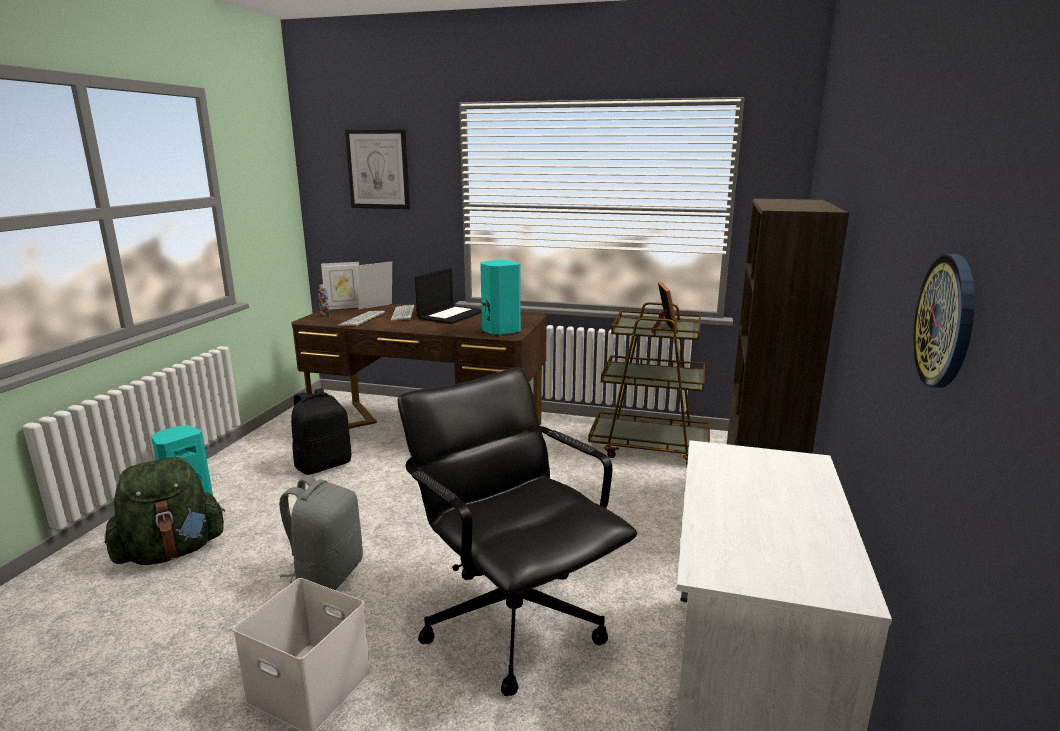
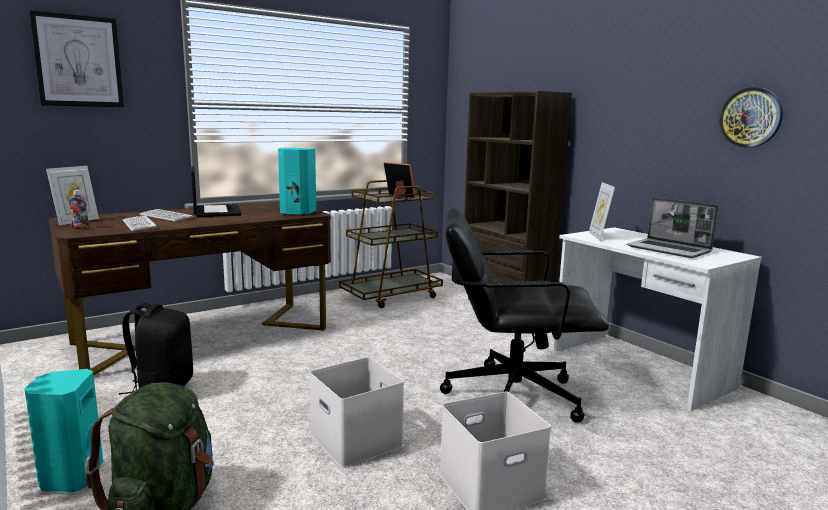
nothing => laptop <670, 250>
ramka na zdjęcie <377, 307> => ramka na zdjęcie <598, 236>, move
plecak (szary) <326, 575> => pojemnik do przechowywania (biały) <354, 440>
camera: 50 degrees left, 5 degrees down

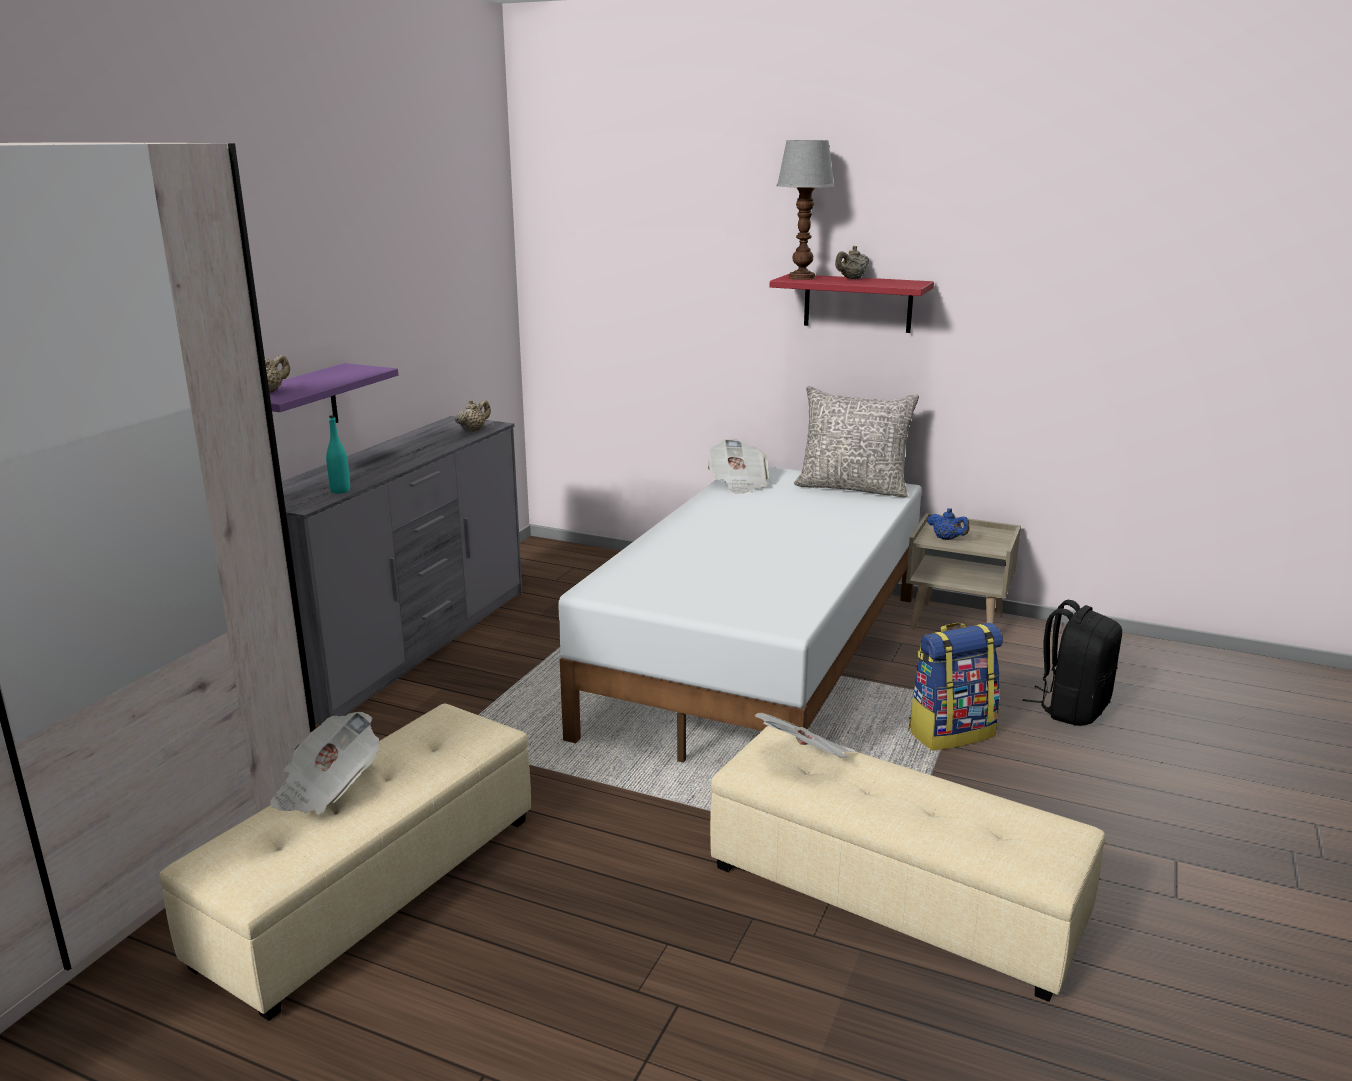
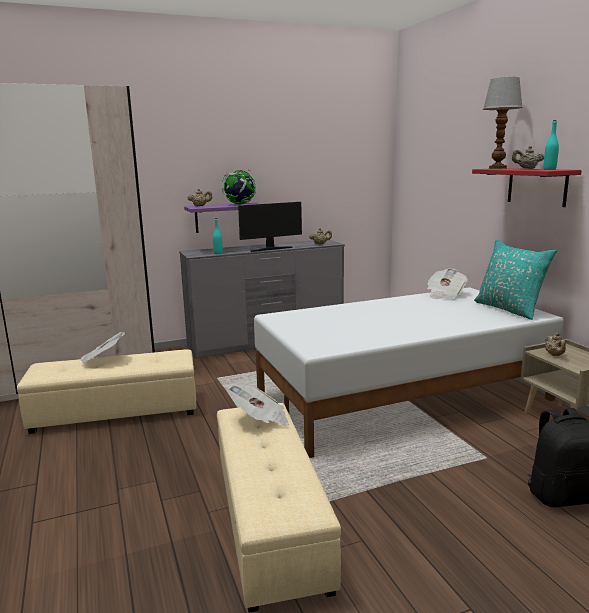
plecak <950, 732> => nothing
nothing => globus <240, 204>
nothing => monitor <271, 249>
nothing => butelka (turkusowy) <549, 169>
poduszka (szary) <852, 488> => poduszka (turkusowy) <509, 309>
imbryk (niebieski) <947, 539> => imbryk (beżowy) <554, 355>
camera: 45 degrees right, 5 degrees down

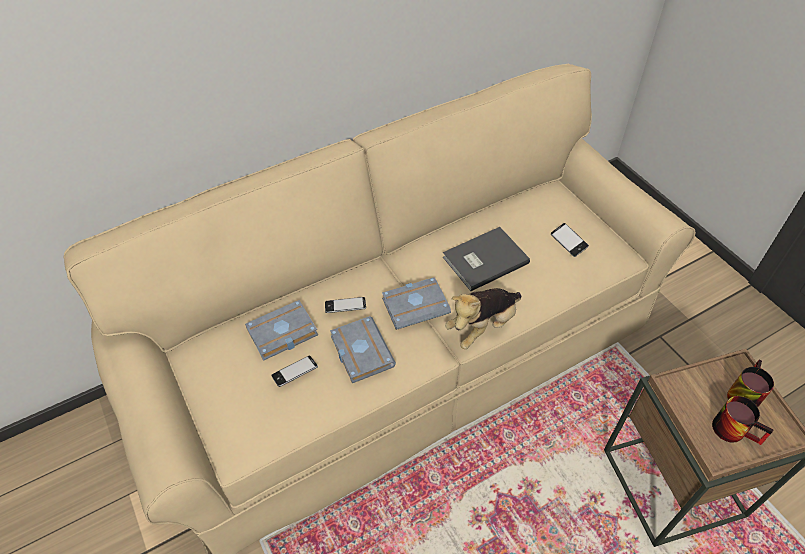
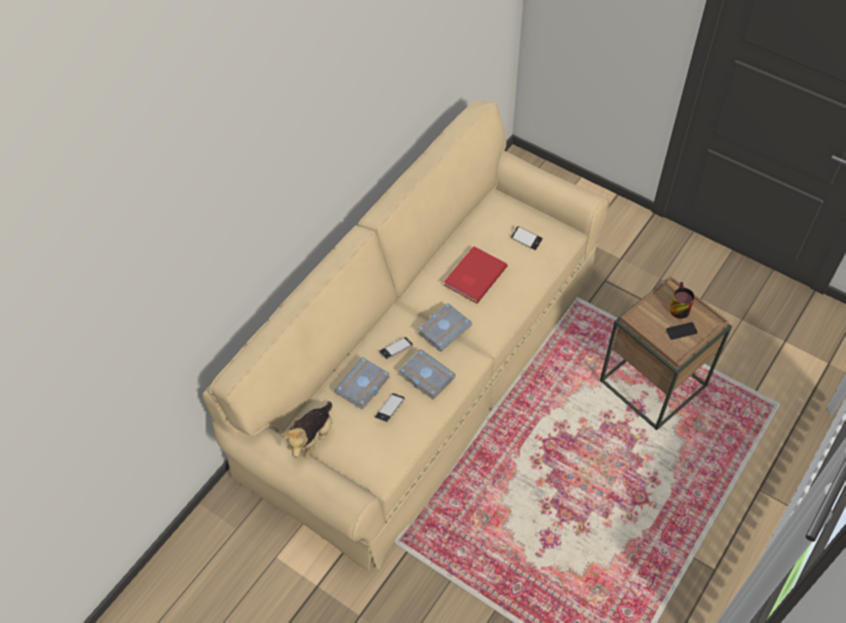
pluszak <483, 326> => pluszak <311, 440>, move
kubek <735, 429> => telefon <681, 331>
książka (szary) <483, 259> => książka (czerwony) <473, 276>
camera: 25 degrees left, 5 degrees up

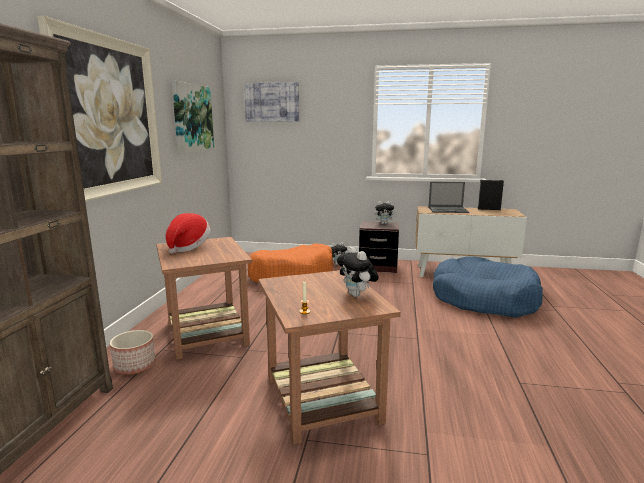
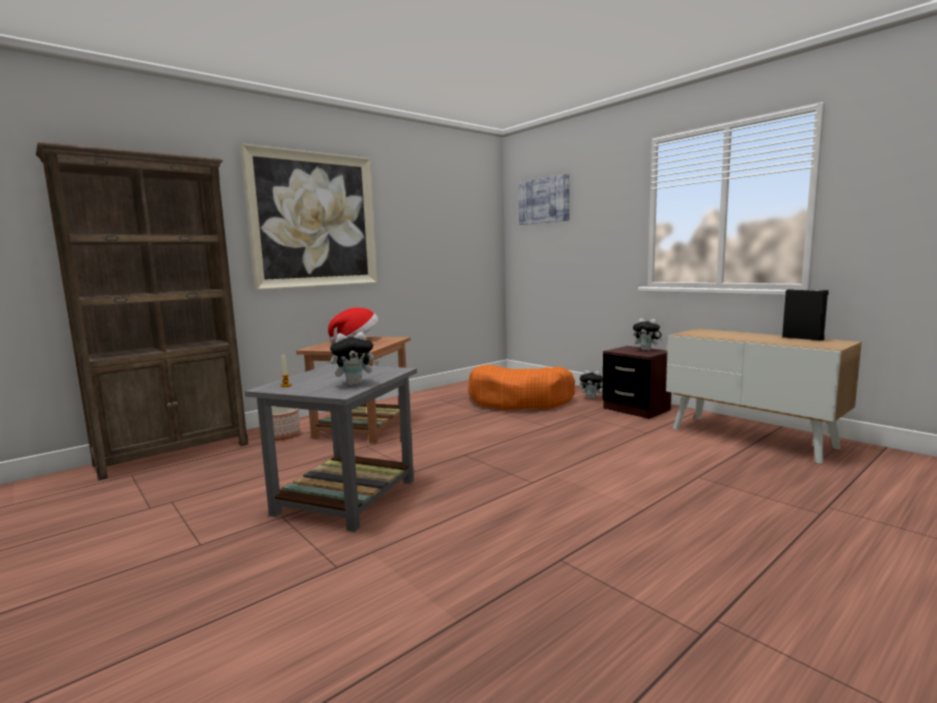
obraz <192, 118> => nothing
laptop <448, 210> => nothing
legowisko (niebieski) <483, 299> => nothing
stolik (brązowy) <323, 400> => stolik (szary) <345, 497>
pluszak <357, 295> => pluszak <355, 384>, 120 degrees counterclockwise
camera: 40 degrees right, 5 degrees down

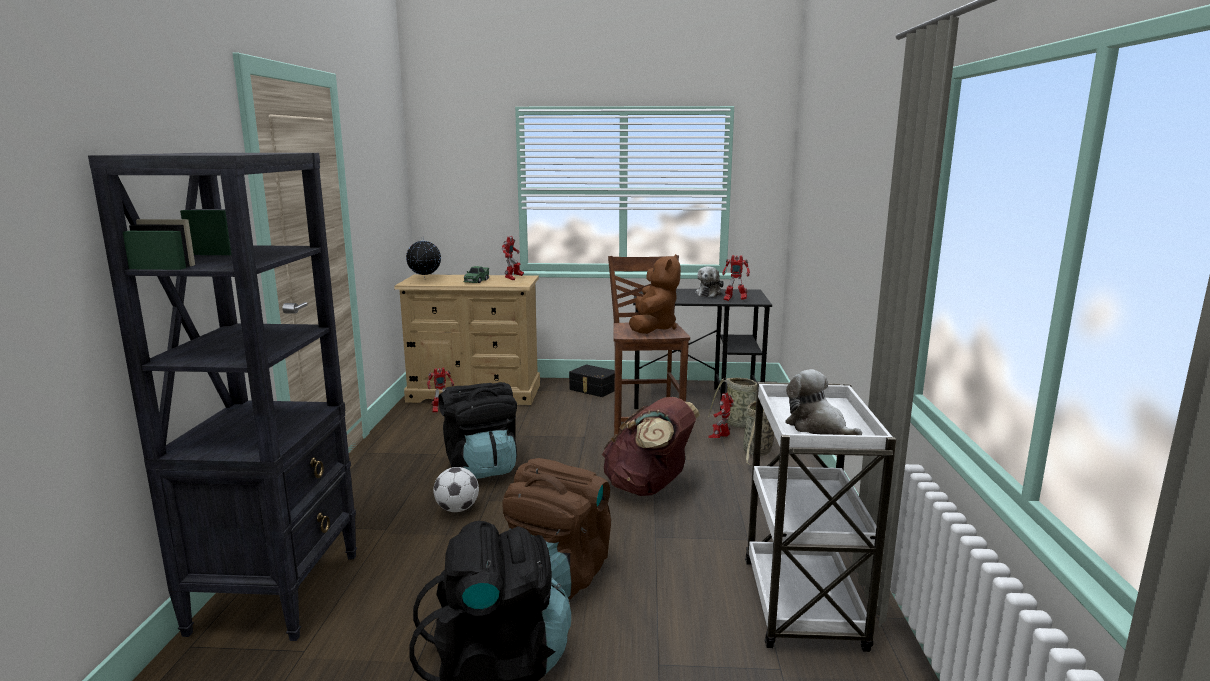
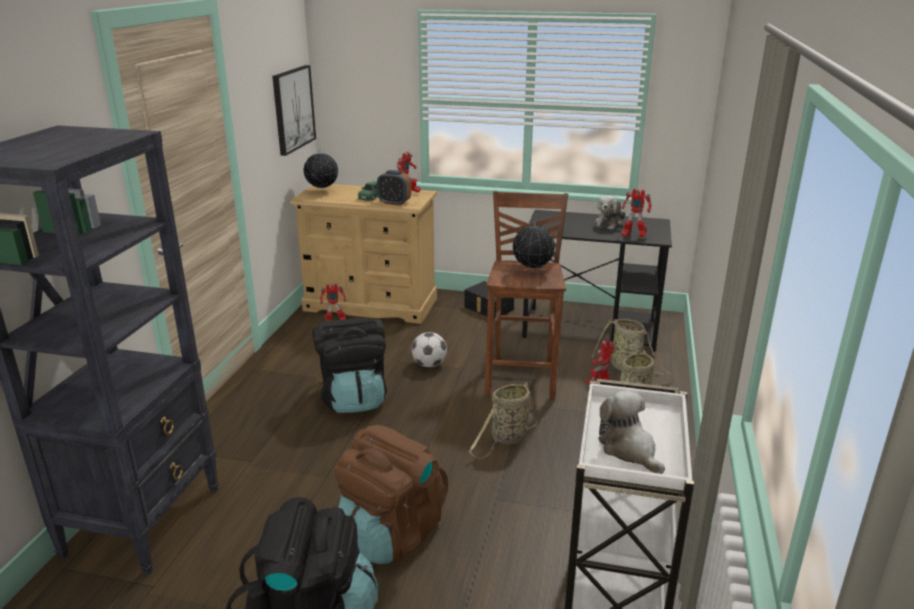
nothing => obraz <293, 109>
nothing => budzik <394, 203>
piłka futbolowa <457, 509> => piłka futbolowa <429, 365>, move
plecak (brązowy) <649, 488> => koszyk <507, 439>
pluszak (brązowy) <653, 328> => globus <532, 272>
camera: 10 degrees right, 10 degrees up

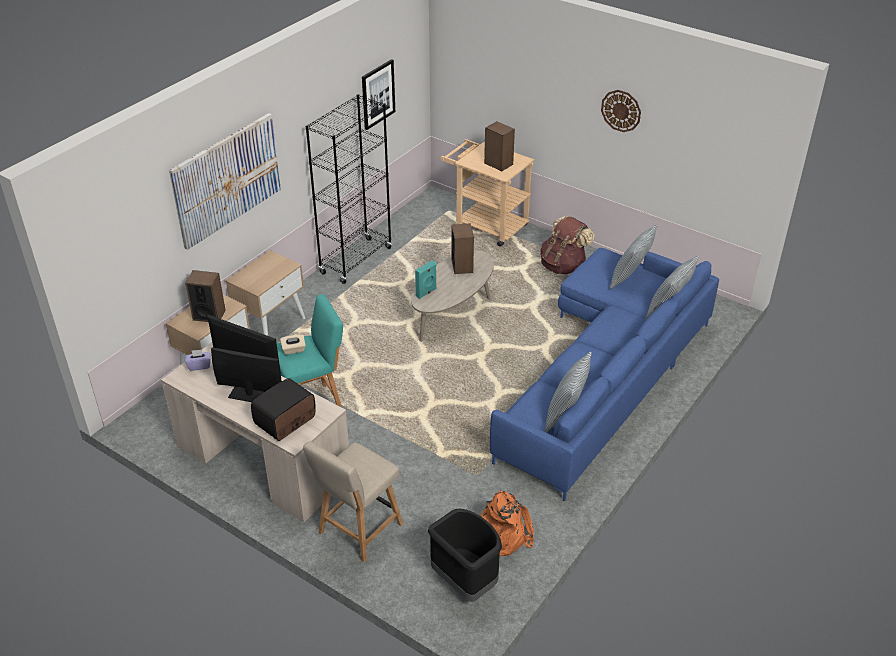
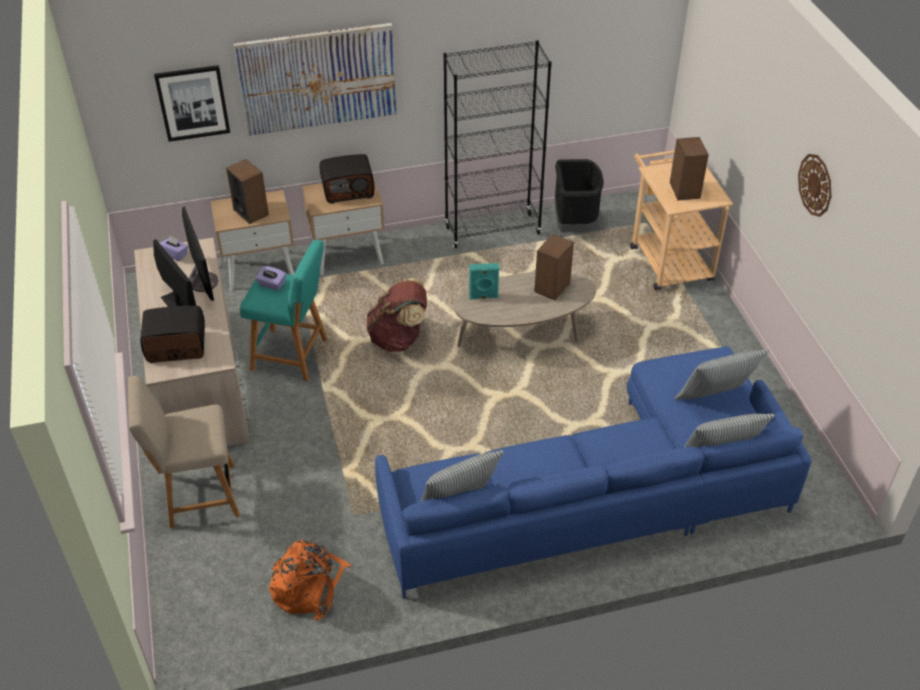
nothing => radio <348, 190>
obraz <377, 94> => obraz <193, 103>, move
kosz na śmieci (czarny) <465, 581> => kosz na śmieci (czarny) <574, 226>, move
plecak (brązowy) <563, 266> => plecak (brązowy) <399, 338>, move
pudełko chusteczek (beżowy) <293, 350> => pudełko chusteczek (fioletowy) <271, 284>
camera: 40 degrees right, 5 degrees up

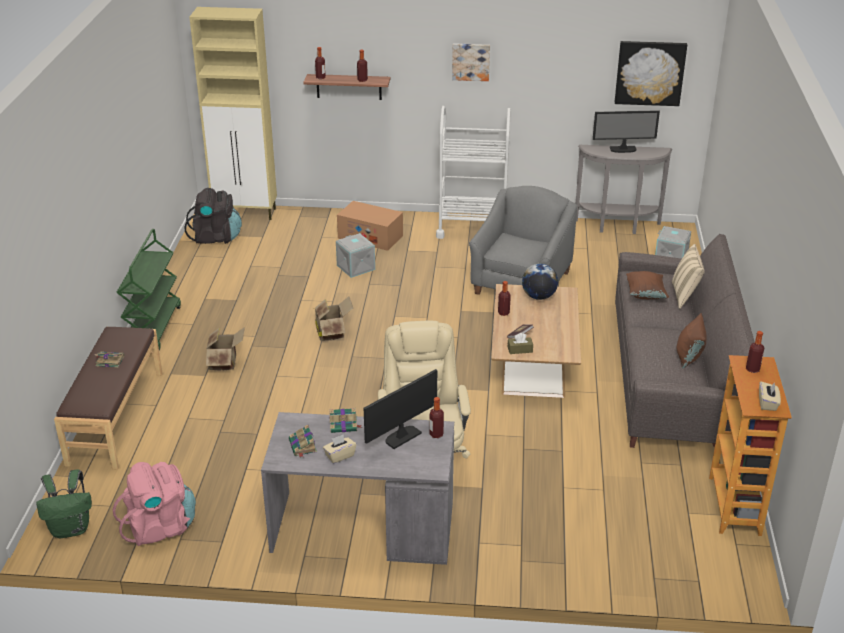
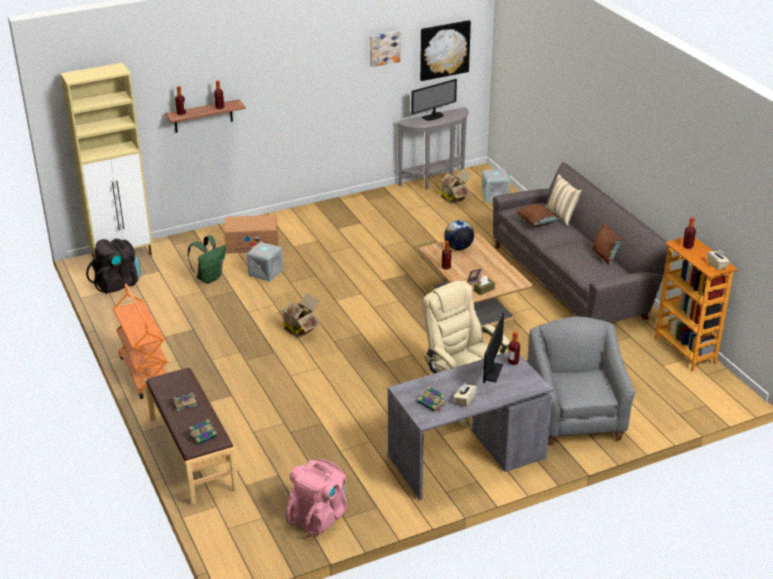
wózek (biały) <472, 227> => nothing
plecak (zielony) <71, 529> => plecak (zielony) <209, 278>, move
karton <225, 362> => karton <454, 198>, move
książka <344, 425> => książka <204, 436>, move
obraz <471, 61> => obraz <384, 48>, move
fotel (szary) <521, 283> => fotel (szary) <575, 417>, move
wózek (zielony) <153, 327> => wózek (pomarańczowy) <144, 373>
camera: 30 degrees left, 0 degrees up

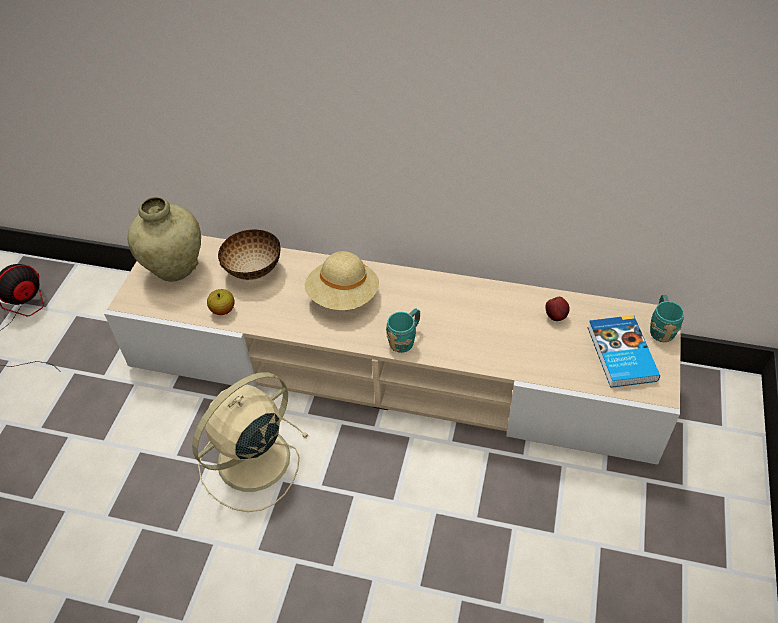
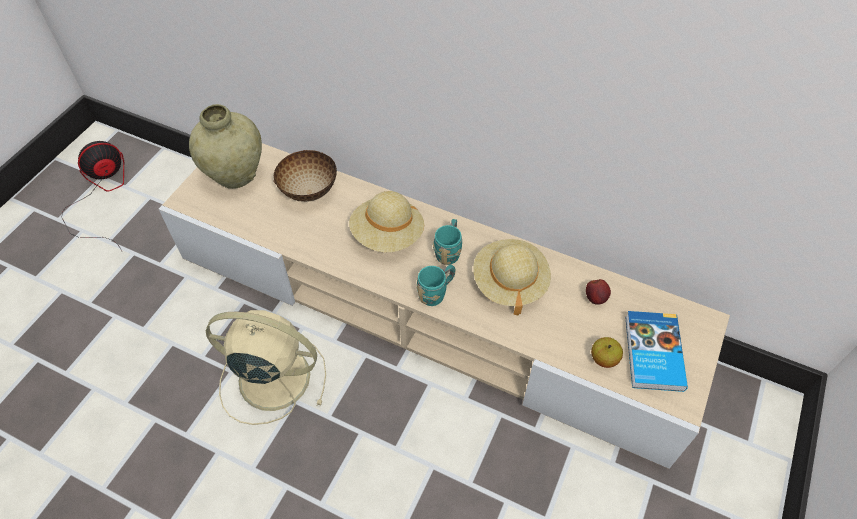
nothing => kapelusz (beżowy) <509, 282>
jabłko <223, 310> => jabłko <604, 359>, move
kubek (turkusowy) <661, 328> => kubek (turkusowy) <449, 251>, move
wentylator (beżowy) <251, 461> => wentylator (beżowy) <271, 377>, 45 degrees clockwise
camera: 10 degrees right, 5 degrees up

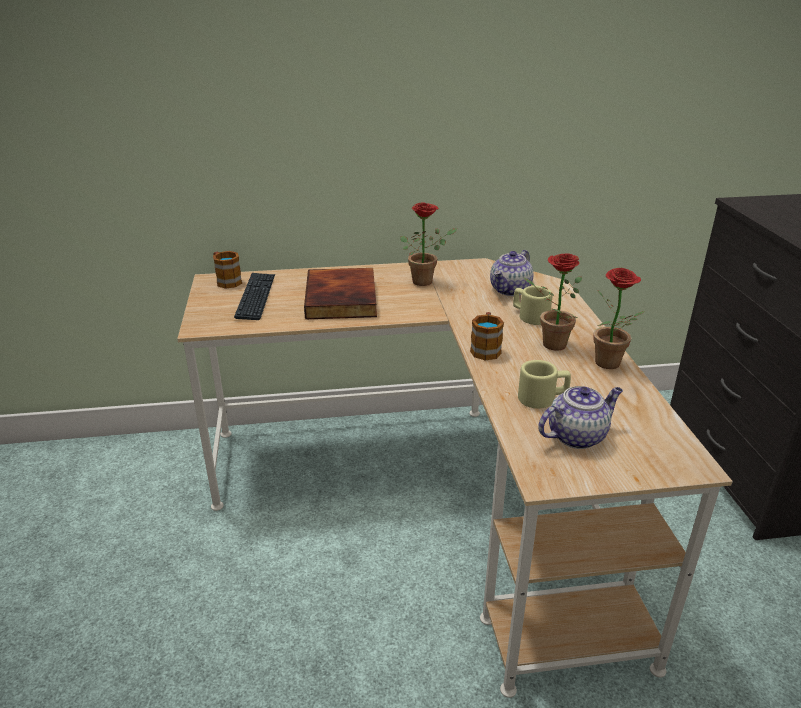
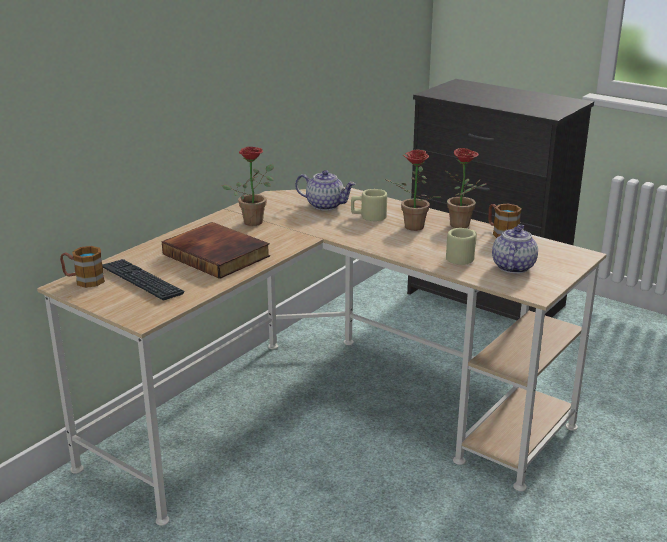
kubek <486, 348> => kubek <501, 233>, move
imbryk <510, 290> => imbryk <325, 205>, 60 degrees counterclockwise
camera: 45 degrees left, 5 degrees down

